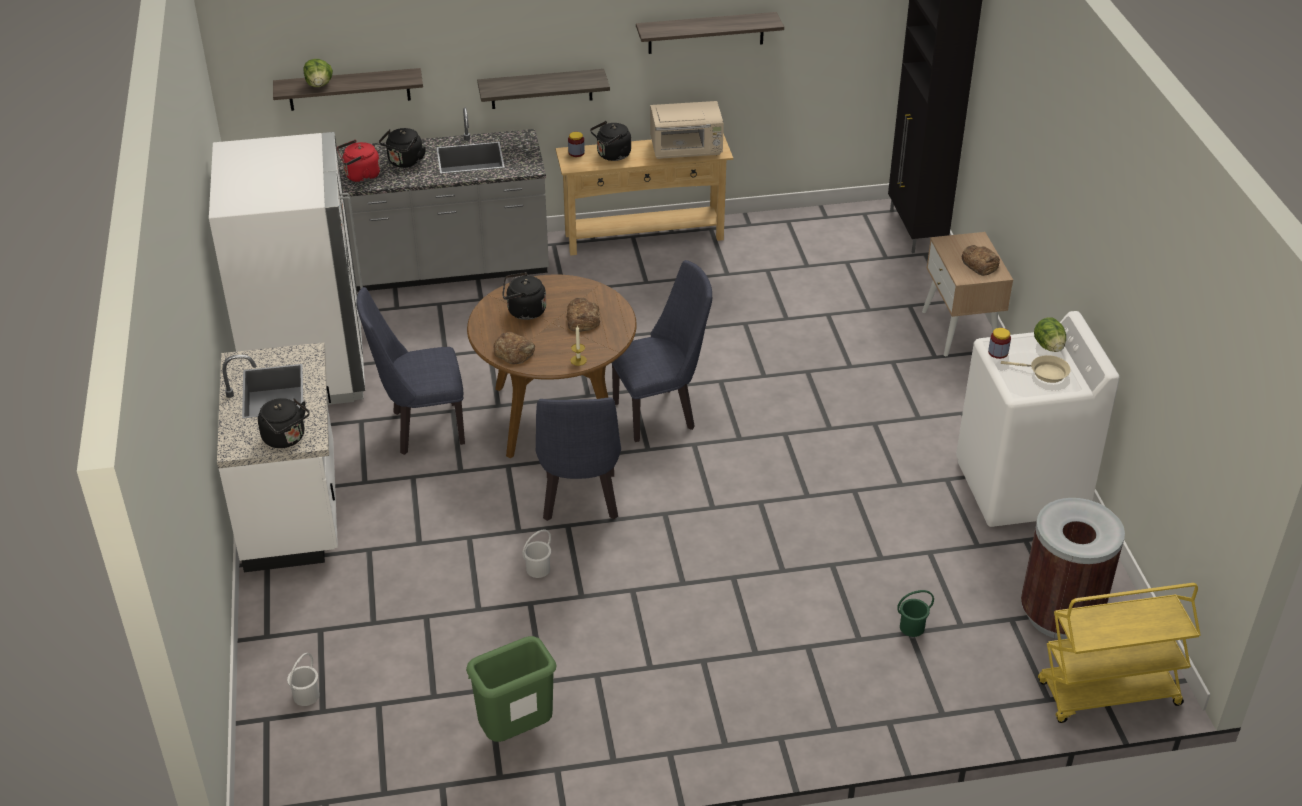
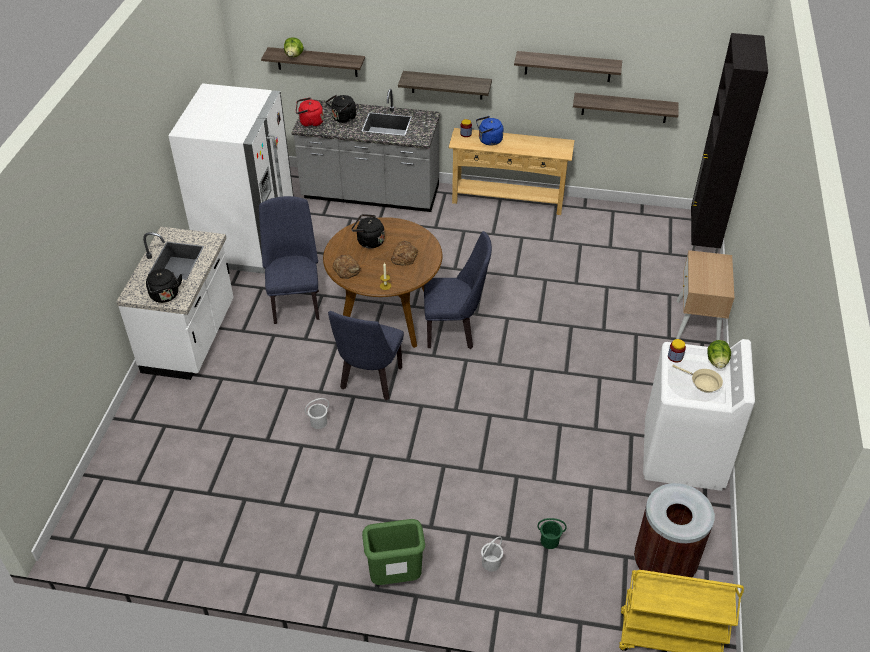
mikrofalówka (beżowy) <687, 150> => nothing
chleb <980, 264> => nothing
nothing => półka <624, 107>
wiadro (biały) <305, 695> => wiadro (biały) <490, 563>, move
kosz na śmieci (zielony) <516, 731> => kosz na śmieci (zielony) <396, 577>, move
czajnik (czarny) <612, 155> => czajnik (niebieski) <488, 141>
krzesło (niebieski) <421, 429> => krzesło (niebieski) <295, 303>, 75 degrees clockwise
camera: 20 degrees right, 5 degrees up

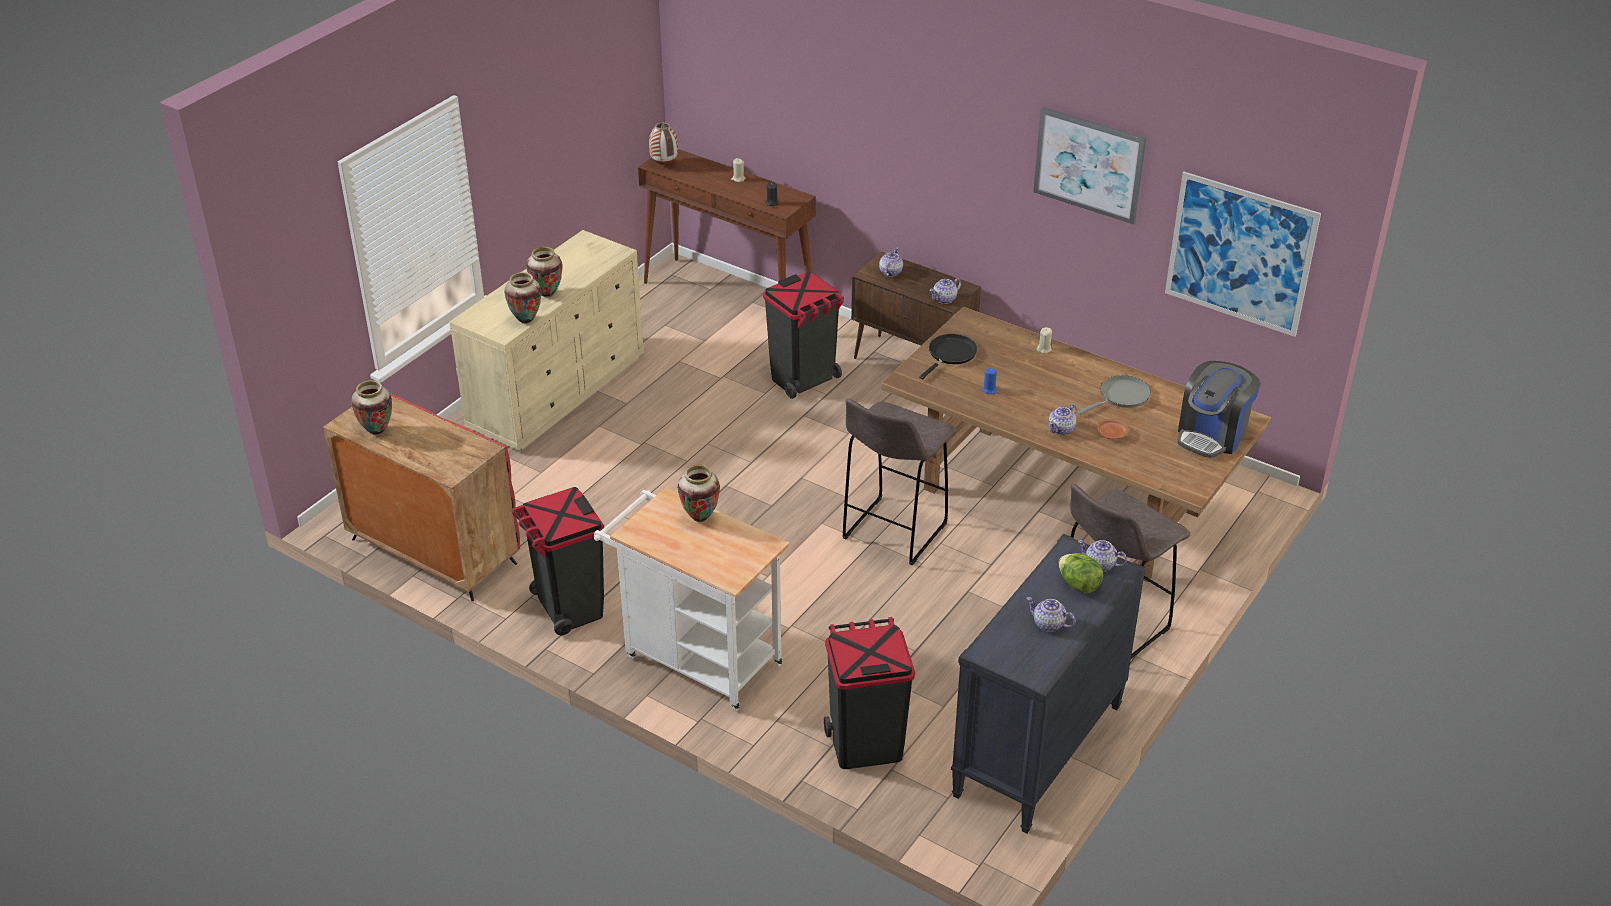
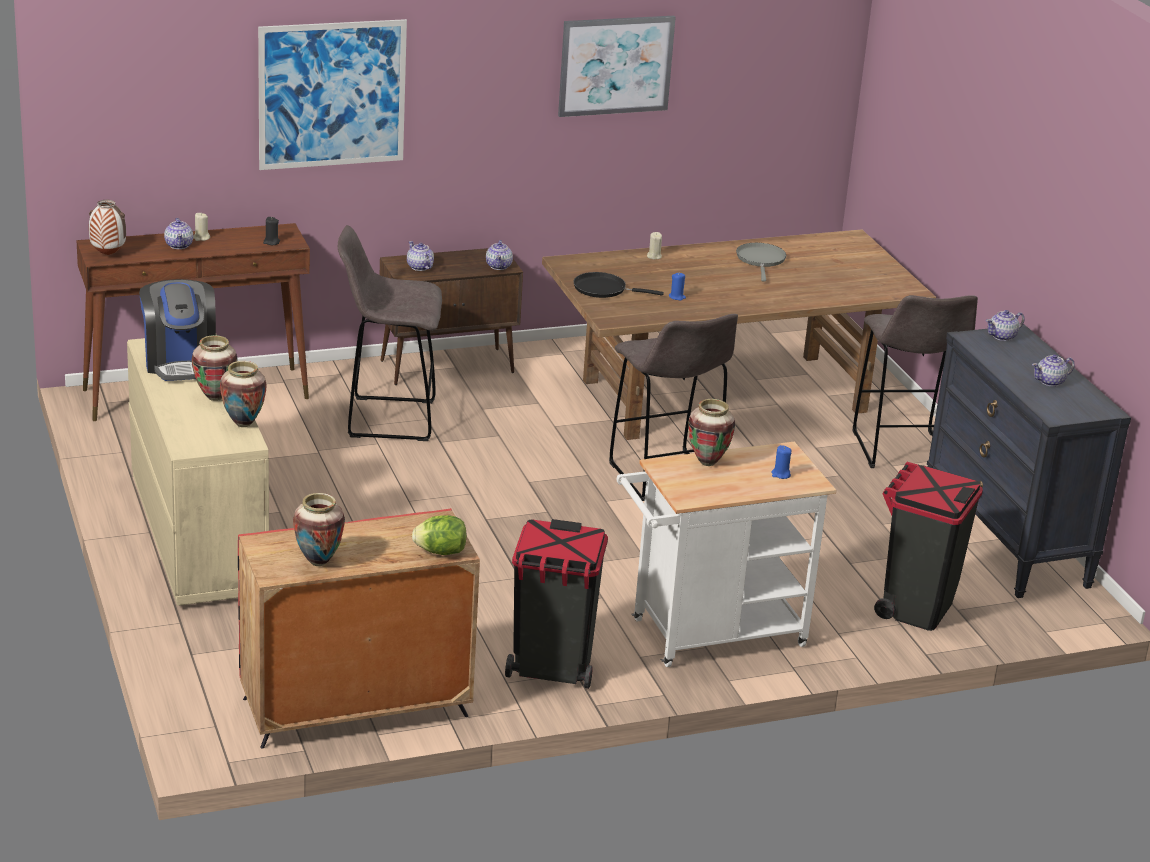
talerz (brązowy) <1112, 434> => nothing
nothing => świeca (niebieski) <780, 474>
imbryk <1061, 429> => imbryk <179, 245>, move
sałata <1078, 585> => sałata <441, 552>, move
obraz <1240, 254> => obraz <332, 94>, move
ekspres do kawy <1212, 434> => ekspres do kawy <180, 362>, move
kosz na śmieci (czarny) <803, 379> => stołek (szary) <387, 419>
patelnia (czarny) <950, 354> => patelnia (czarny) <603, 289>, 60 degrees counterclockwise
camera: 55 degrees left, 10 degrees down

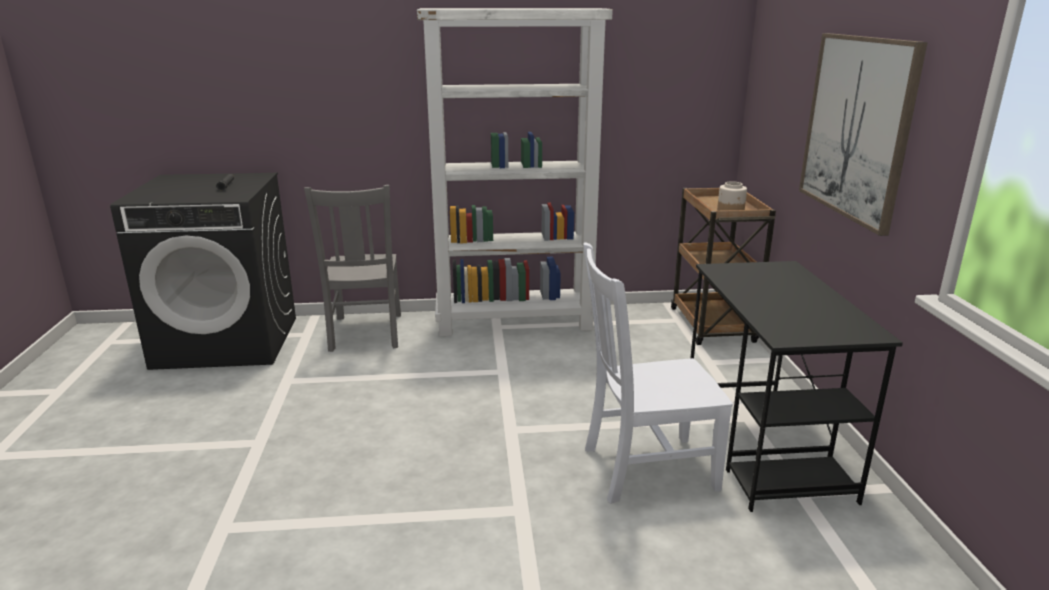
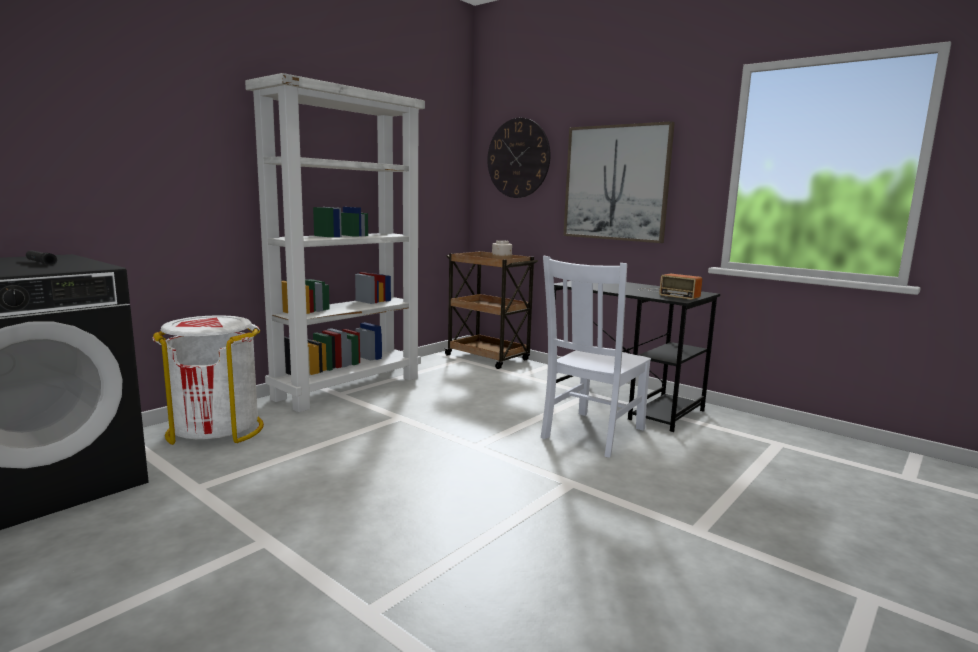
nothing => zegar ścienny <518, 158>
nothing => radio <667, 293>
krzesło (szary) <365, 333> => kosz na śmieci (biały) <216, 430>
camera: 45 degrees left, 10 degrees down

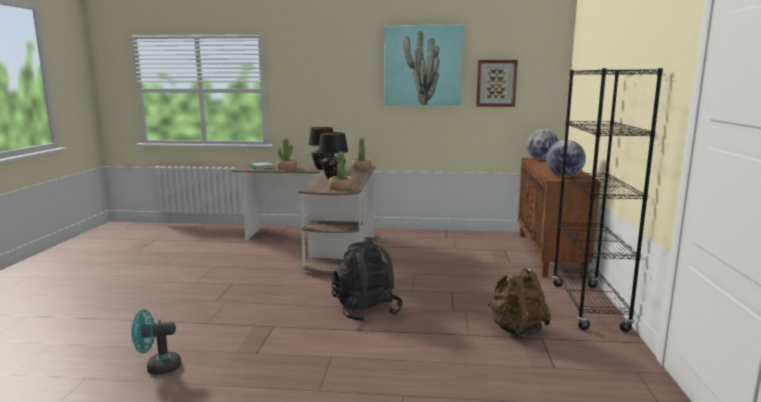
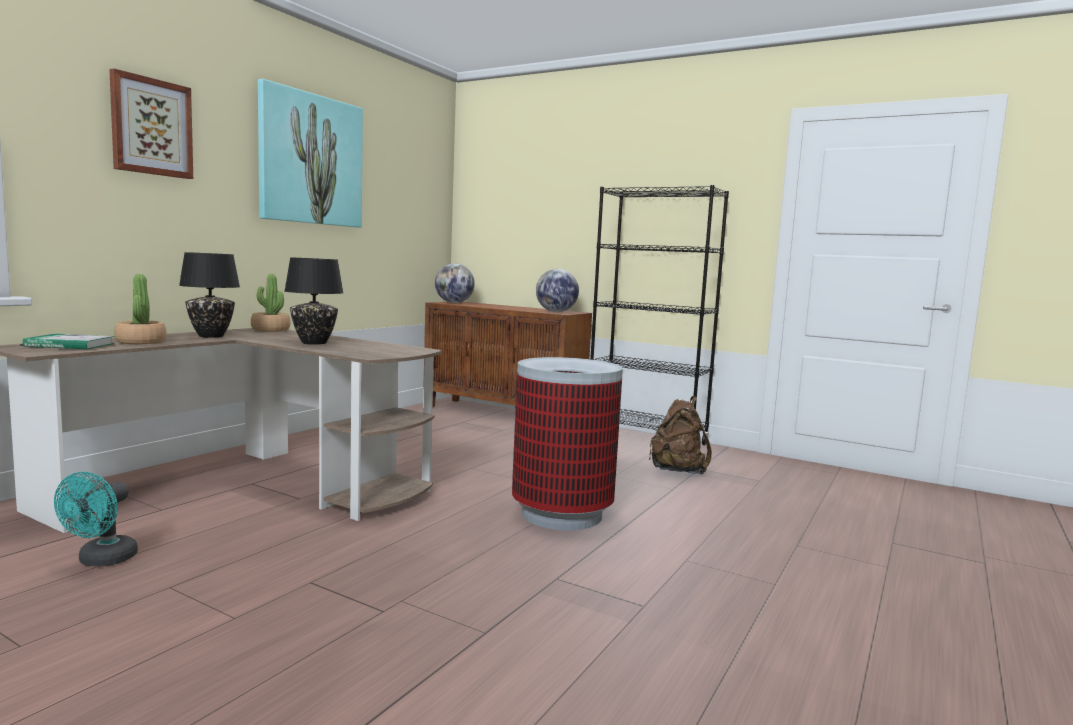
roślina doniczkowa <340, 188> => nothing
wentylator (turkusowy) <158, 367> => wentylator (turkusowy) <101, 561>, move
obraz <496, 83> => obraz <151, 127>, move
plecak (czarny) <366, 310> => kosz na śmieci <562, 514>
camera: 65 degrees left, 5 degrees down

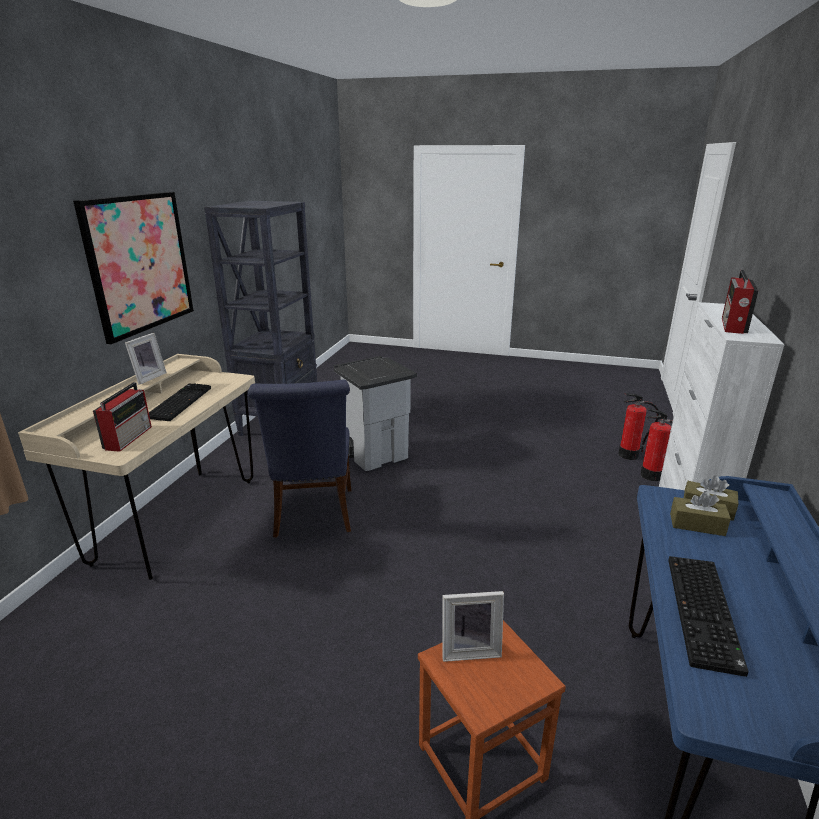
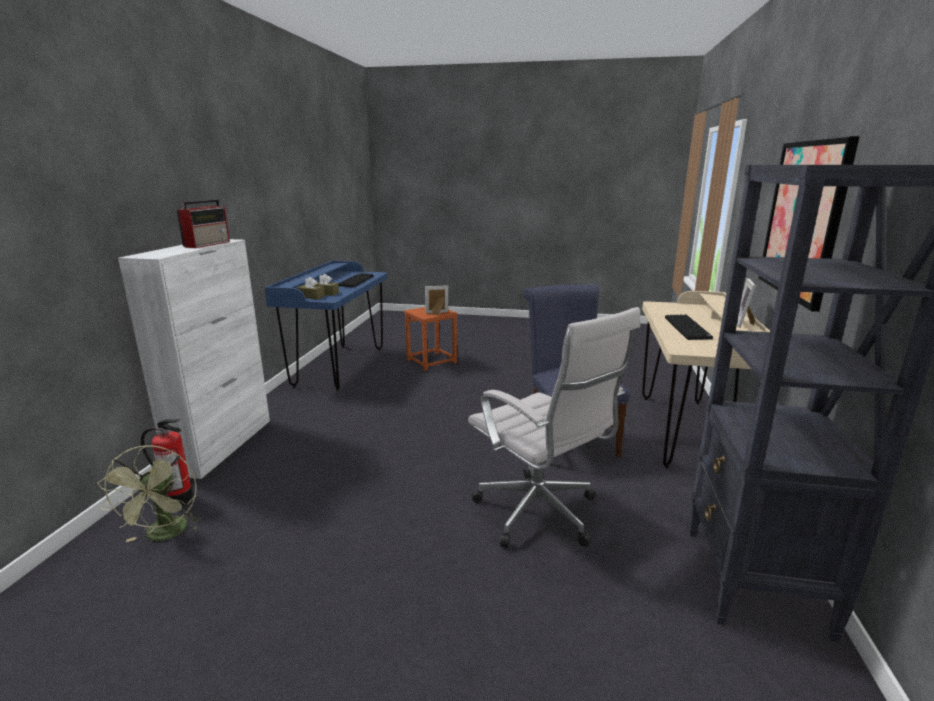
radio <129, 437> => nothing
kosz na śmieci (szary) <376, 455> => krzesło biurowe (biały) <541, 515>
gaśnica <628, 455> => wentylator (zielony) <165, 535>
camera: 175 degrees right, 5 degrees down

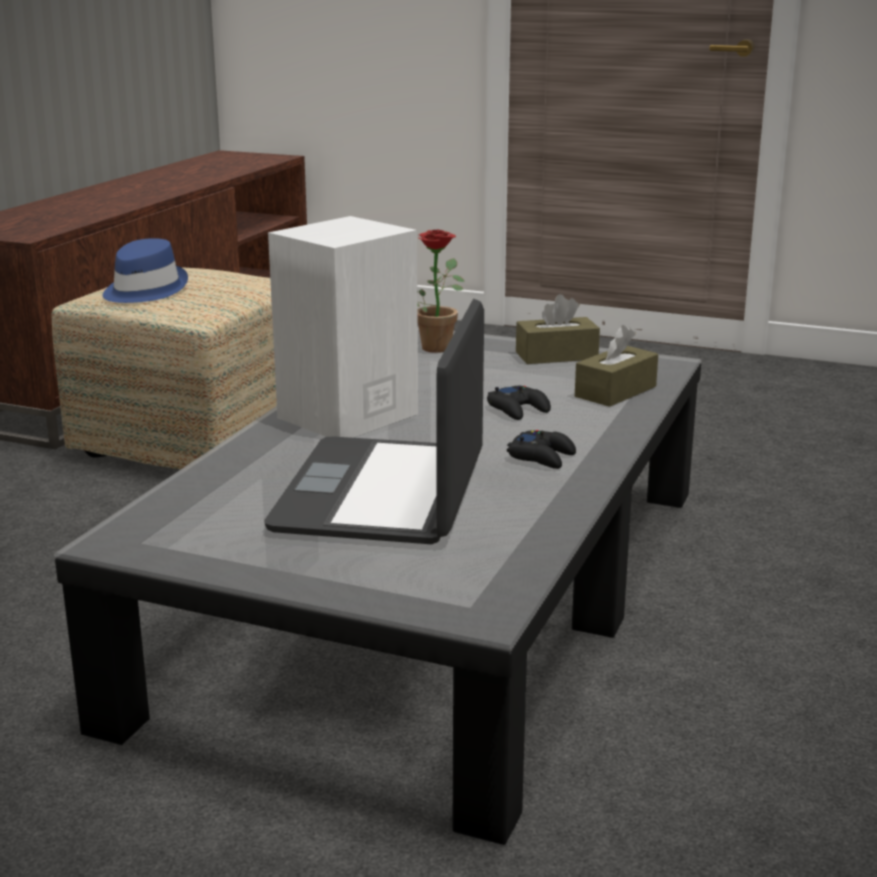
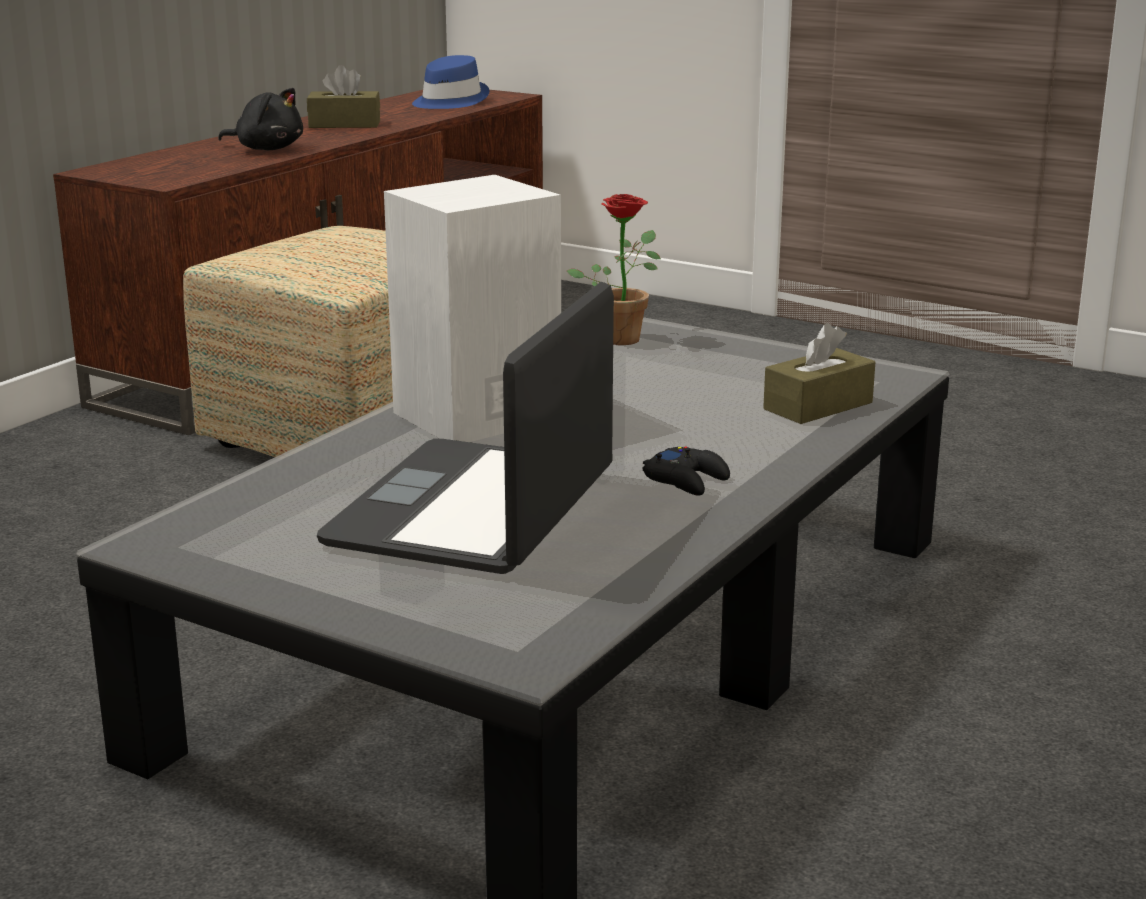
pad do gier (czarny) <518, 409> => nothing
nothing => pluszak (czarny) <267, 149>
kapelusz (niebieski) <143, 290> => kapelusz (niebieski) <448, 102>, move
pudełko chusteczek (brązowy) <556, 355> => pudełko chusteczek (brązowy) <344, 124>, move
camera: 10 degrees right, 0 degrees up

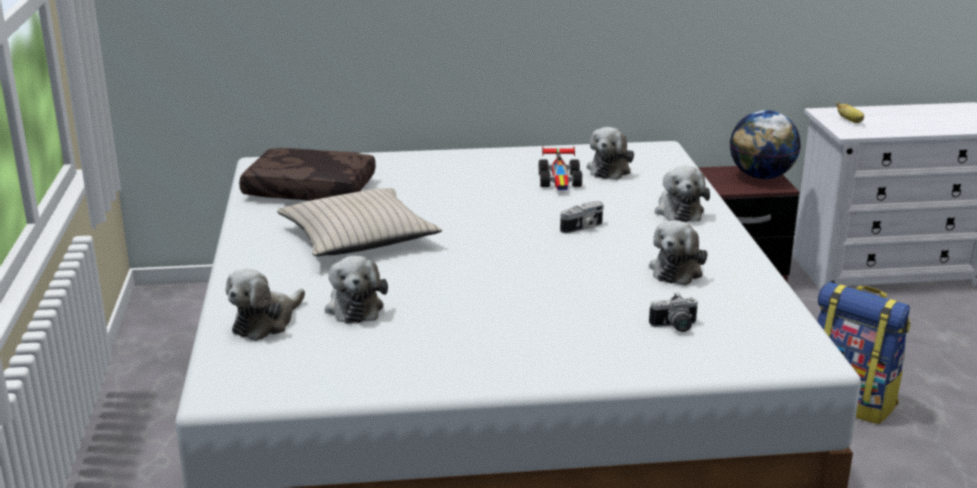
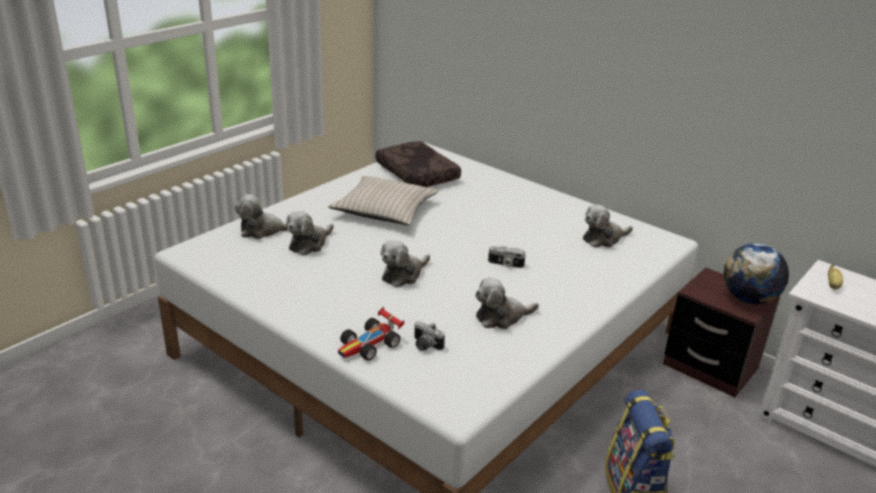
samochodzik <561, 180> => samochodzik <370, 345>, move
pluszak <678, 211> => pluszak <403, 274>, move
camera: 45 degrees right, 5 degrees up

